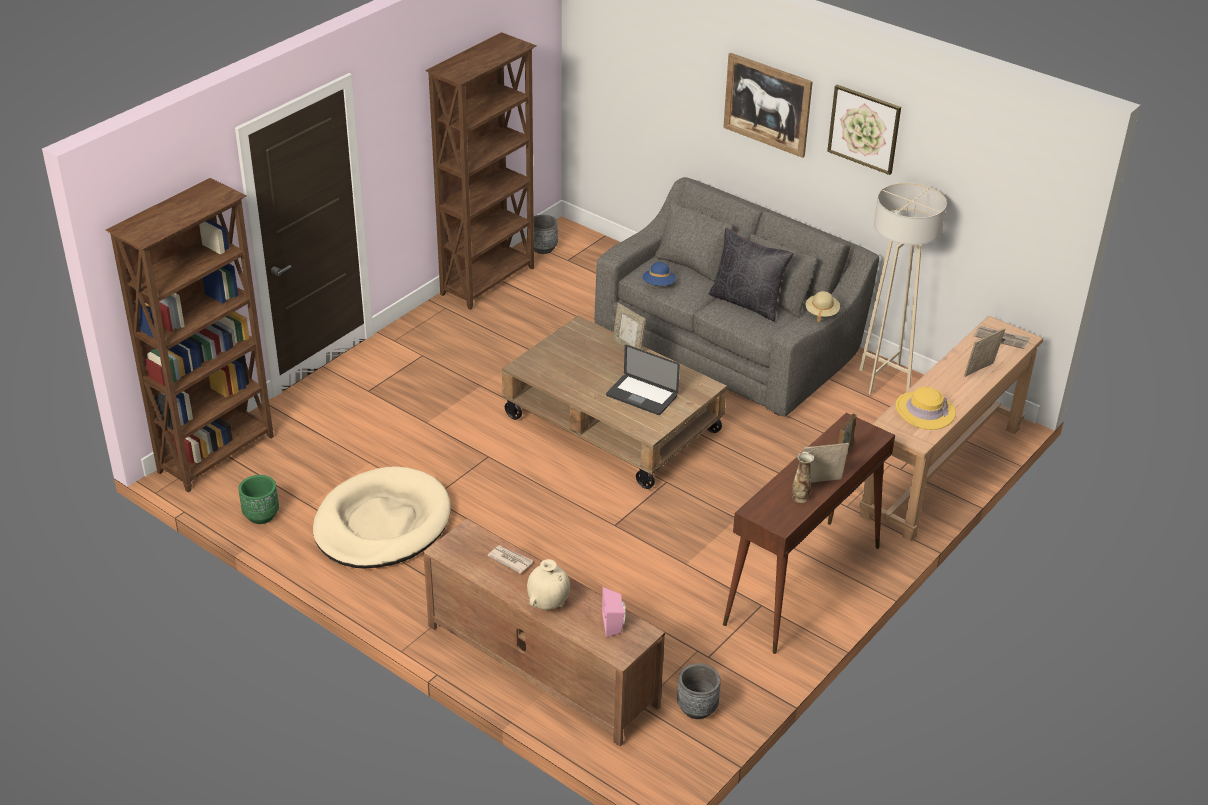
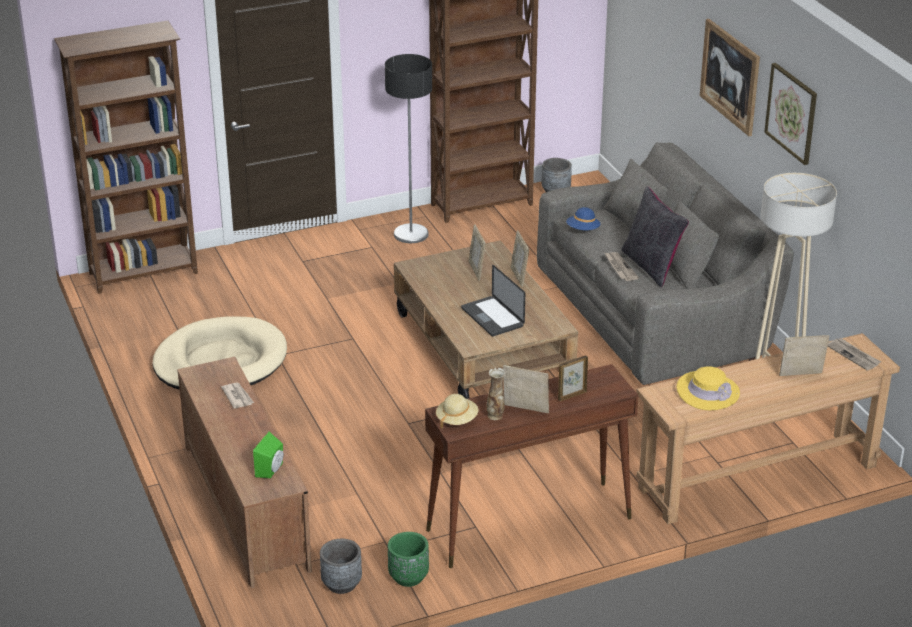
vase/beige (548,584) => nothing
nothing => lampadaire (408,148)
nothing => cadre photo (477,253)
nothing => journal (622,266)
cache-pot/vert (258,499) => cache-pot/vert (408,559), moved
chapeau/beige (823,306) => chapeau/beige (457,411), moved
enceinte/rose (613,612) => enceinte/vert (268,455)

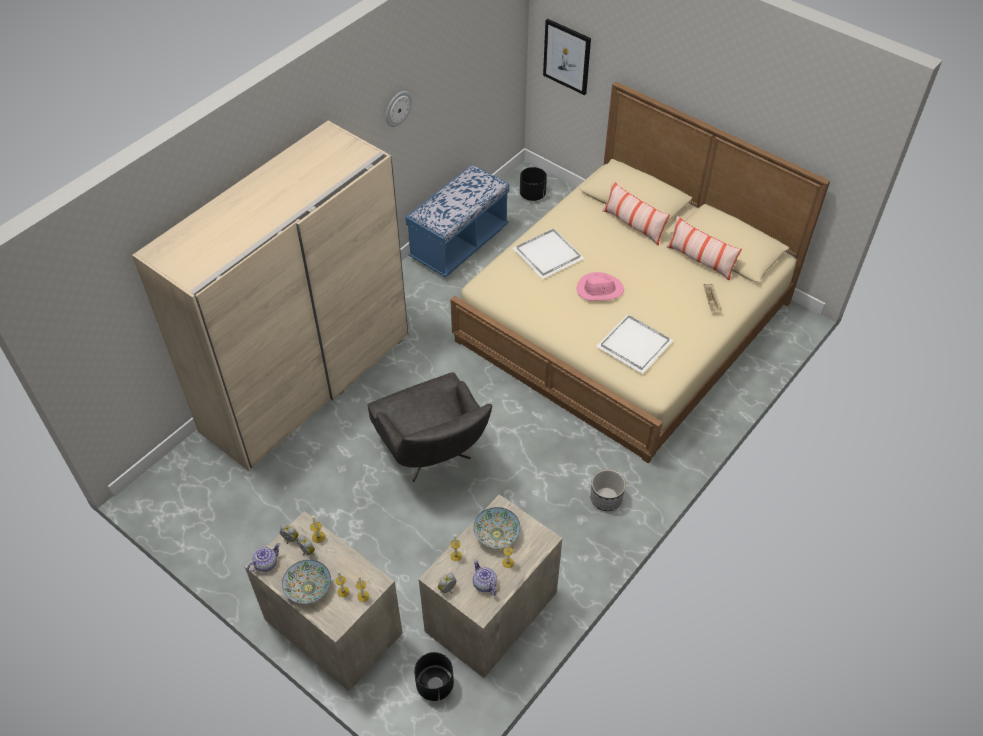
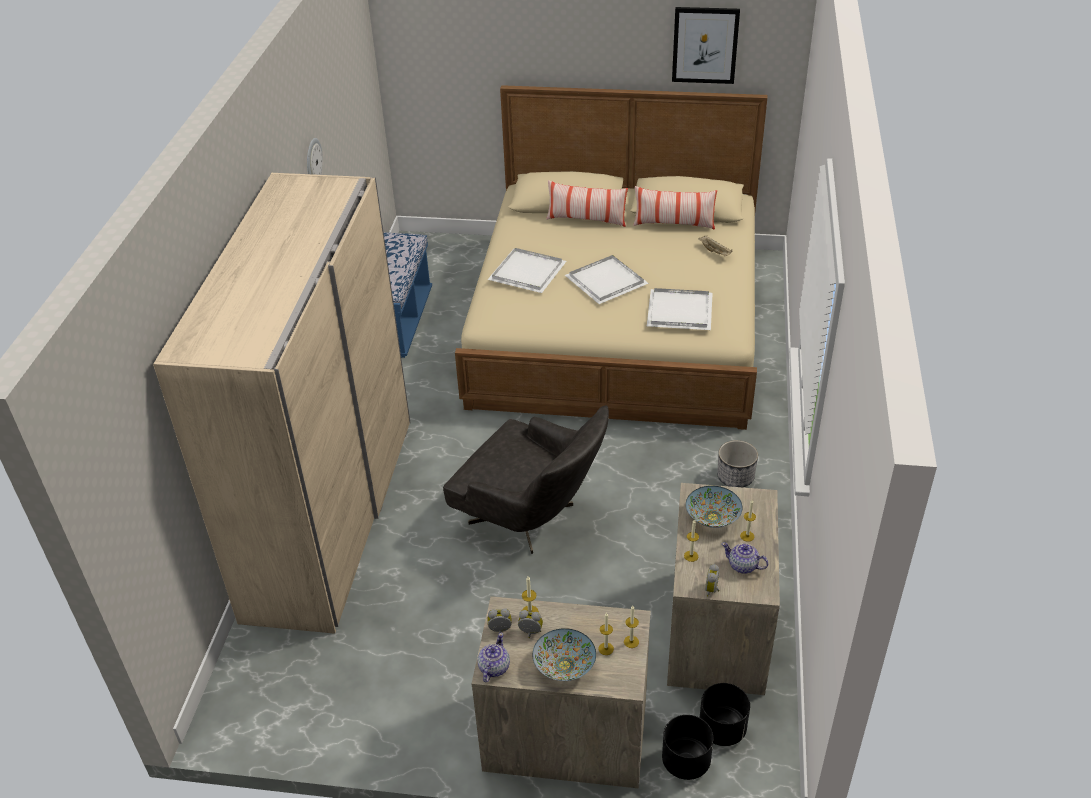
cache-pot/noir (533,184) => cache-pot/noir (688,747), moved
tableau (567,57) => tableau (706,45), moved
chapeau/rose (600,286) => plateau/blanc (607,279)

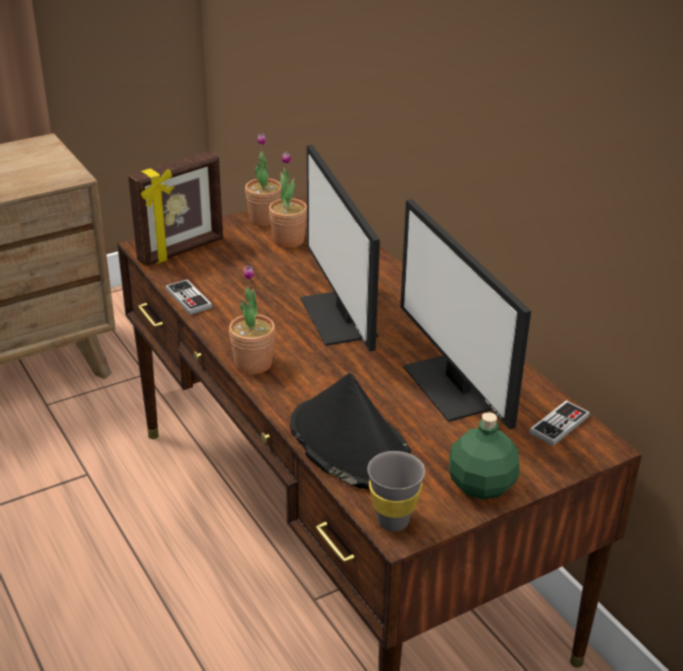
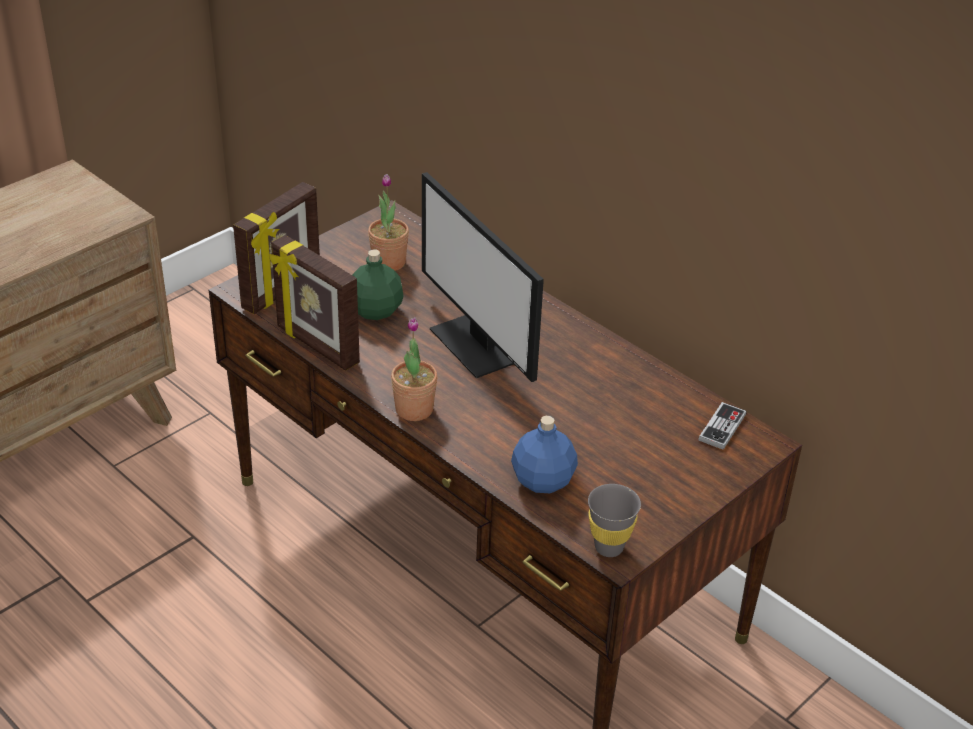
plante en pot (263,179) => nothing
écran d'ordinateur (465,314) => nothing
bouteille/vert (484,456) => bouteille/vert (378,284), moved
manette (189,297) => cadre photo (314,303)
chapeau/noir (350,431) => bouteille/bleu (544,454)

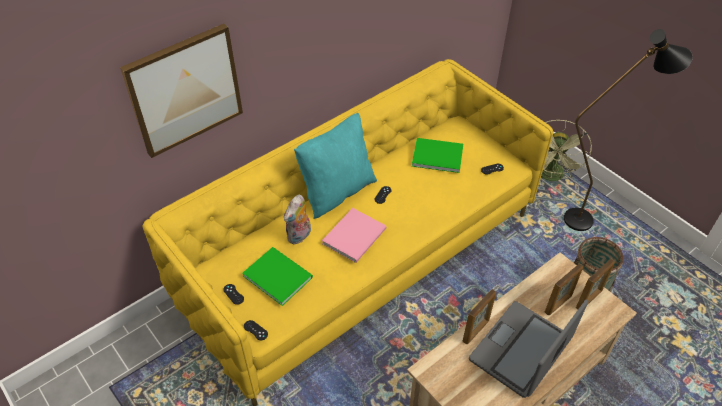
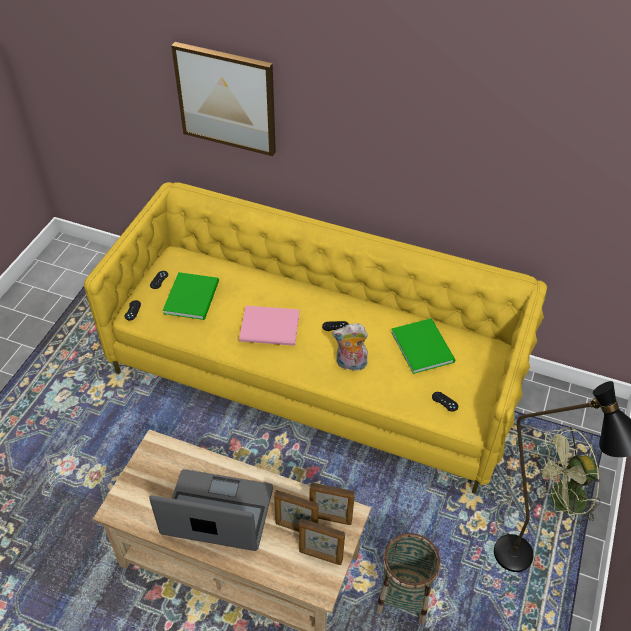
coussin/turquoise (335,166) => nothing
peluche (297,220) => peluche (350,347), moved
cadre photo (479,316) => cadre photo (332,503), moved

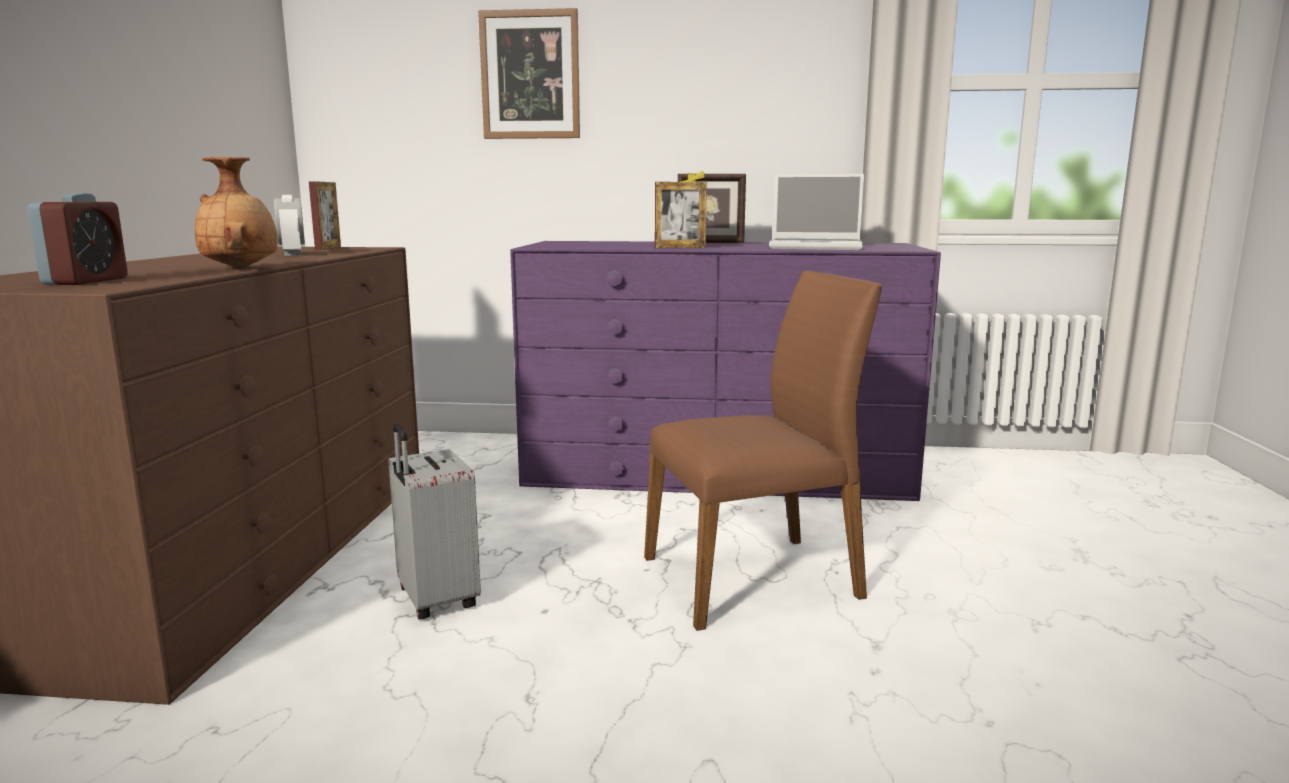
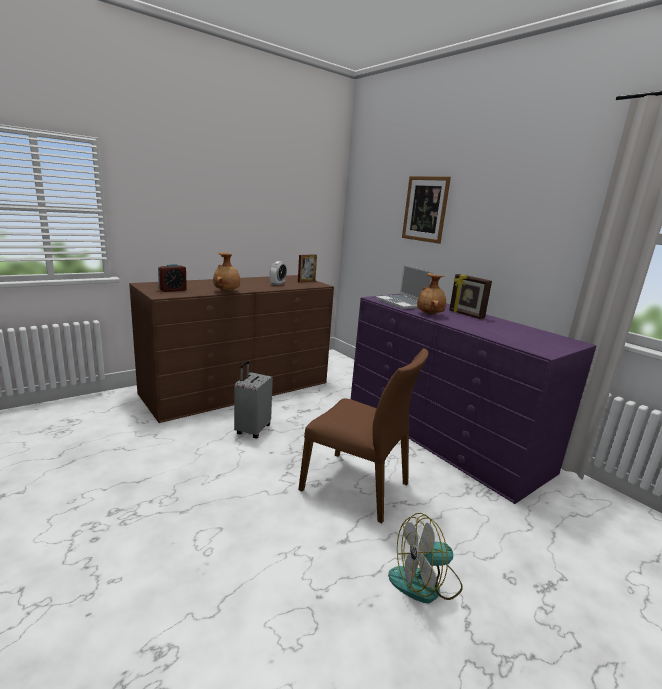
nothing => ventilateur (425,558)
ordinateur portable (816,212) => ordinateur portable (405,287), moved
cadre photo (681,215) => vase/marron (431,294)

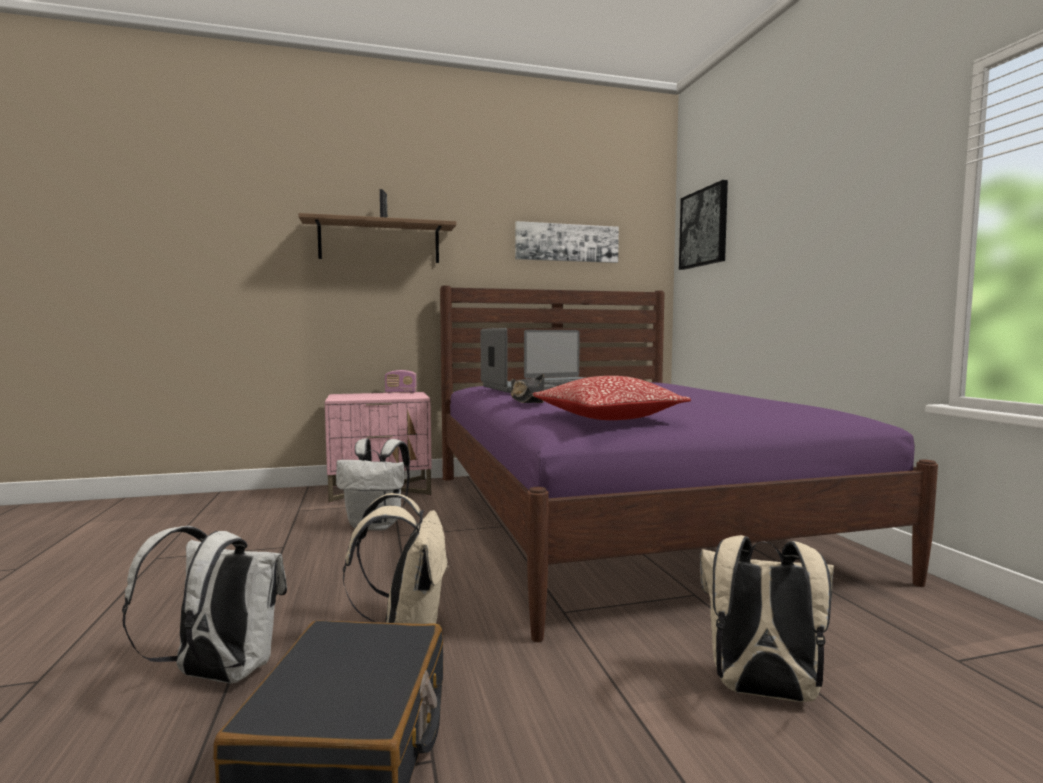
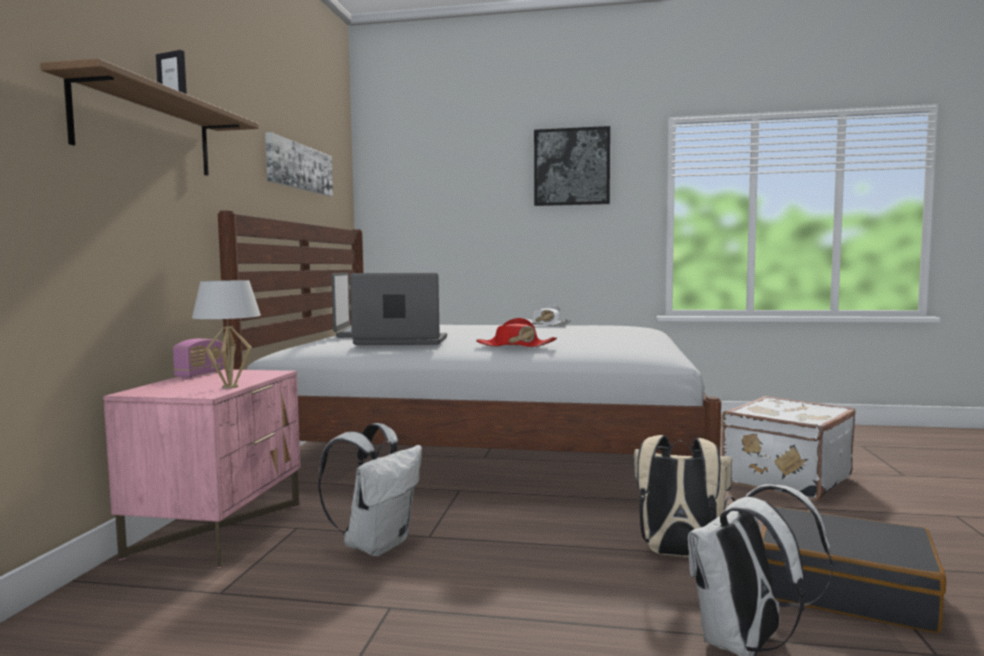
coussin (612,398) => nothing
nothing => lampe de table/blanc (226,334)
nothing => chapeau/blanc (549,315)
tableau (703,225) => tableau (572,166), moved
sac à dos/beige (767,618) => valise/blanc (788,448)
lit/violet (689,464) => lit/blanc (469,333)
chapeau/noir (527,388) => chapeau/rouge (516,332)

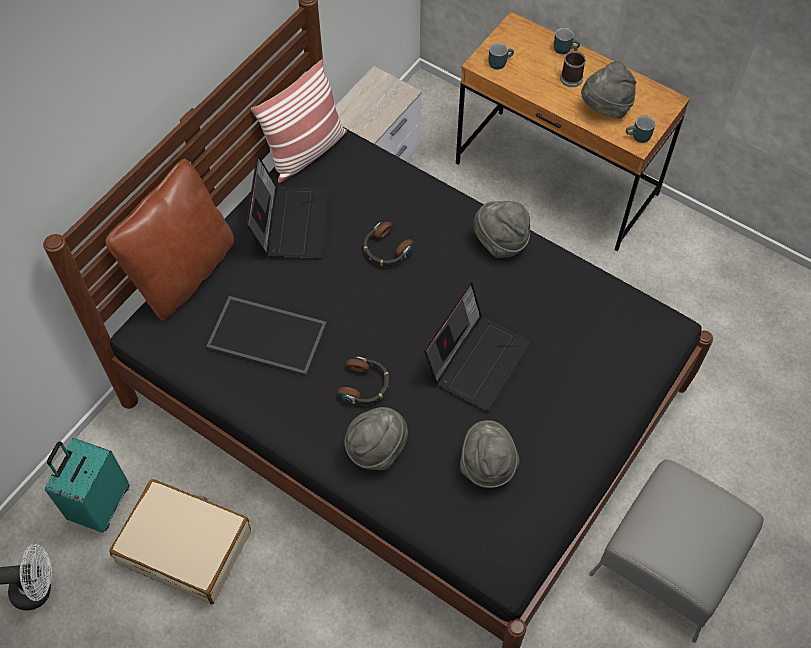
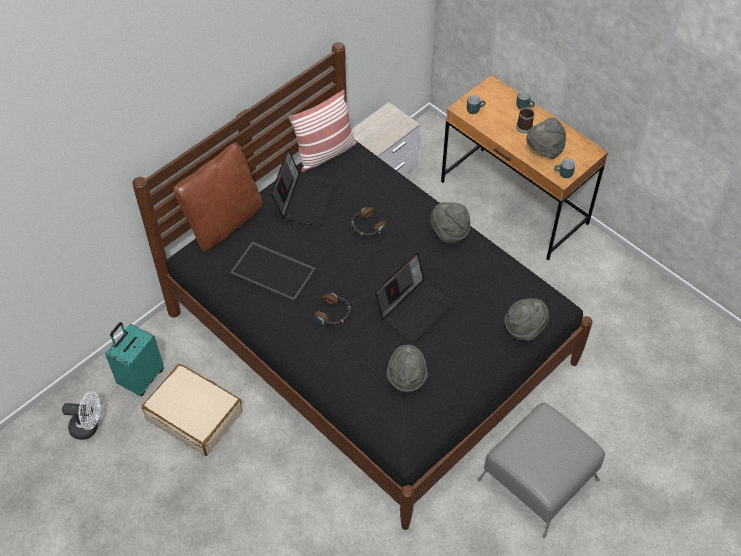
chapeau/gris (376,438) => chapeau/gris (527,319), moved

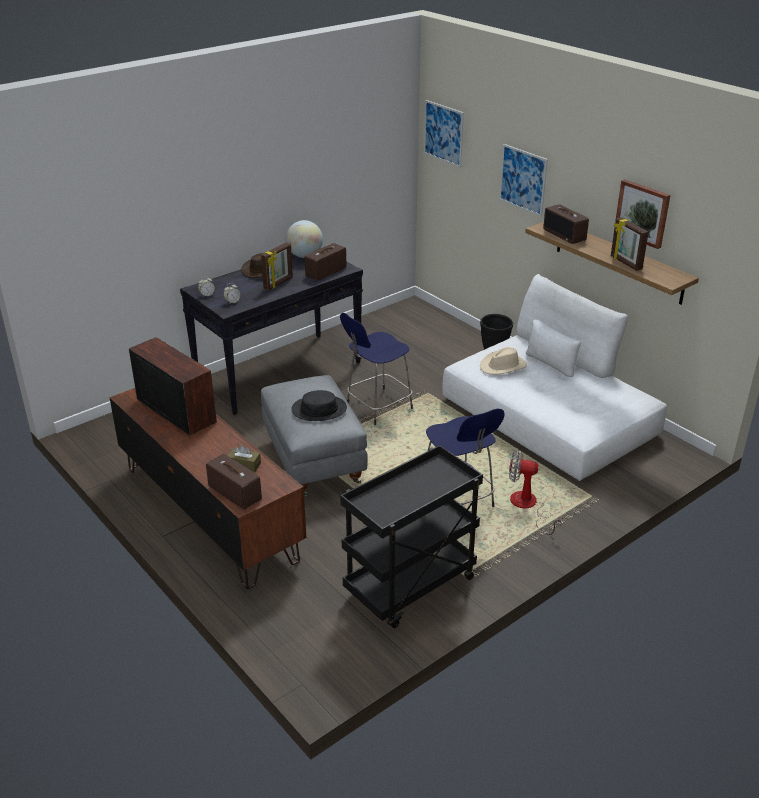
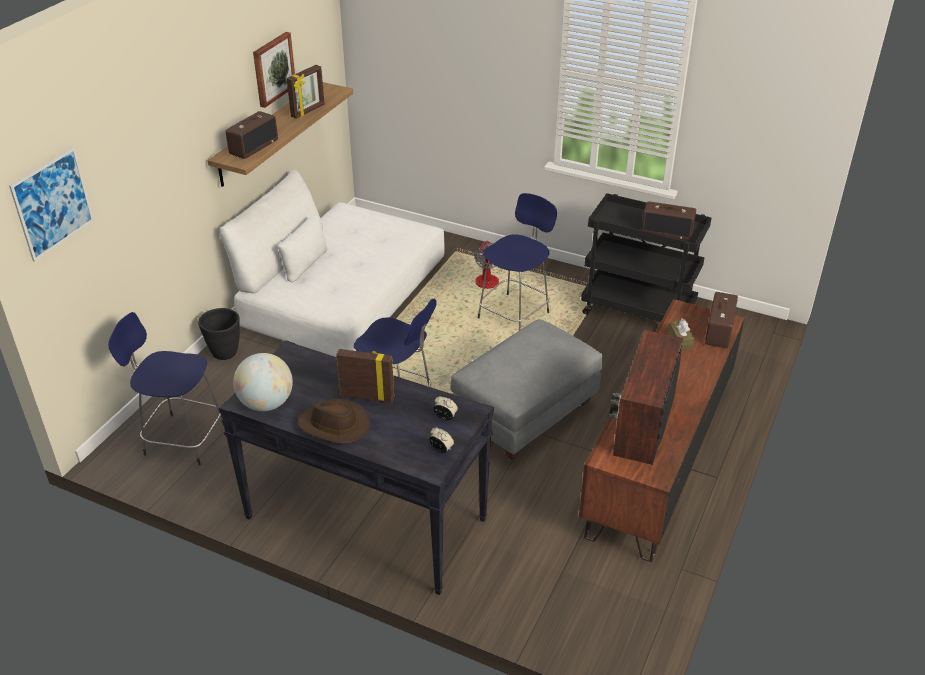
chapeau/noir (319,405) => nothing
chapeau/beige (503,361) => nothing
tableau (523,180) => nothing
nothing => tabouret/bleu (166,388)
radio (325,261) => radio (668,221), moved

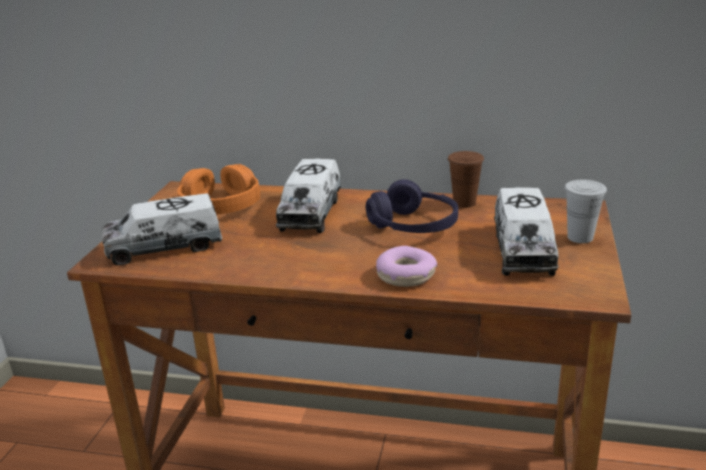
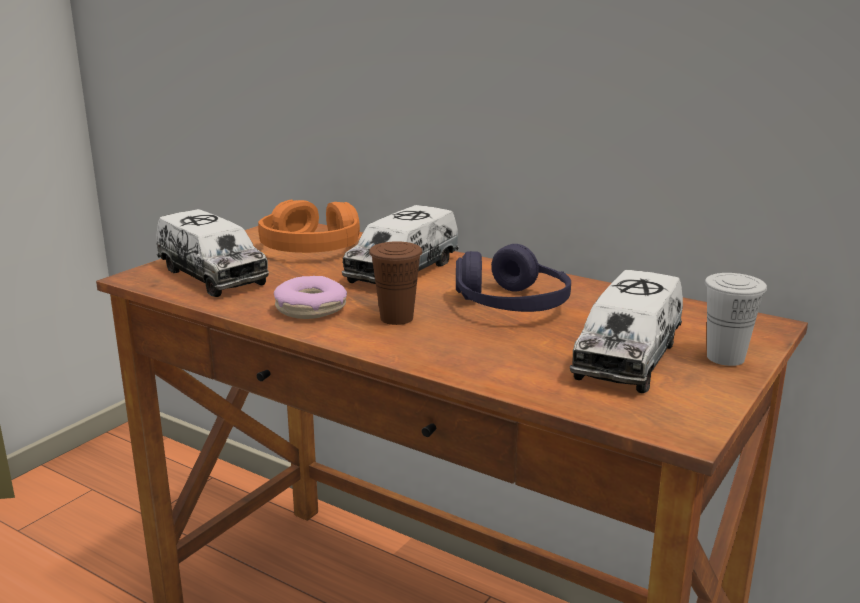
beignet (406,266) => beignet (310,297), moved
tasse/marron (466,179) => tasse/marron (395,283), moved
camion jouet (162,229) => camion jouet (212,253), 135 degrees counterclockwise

